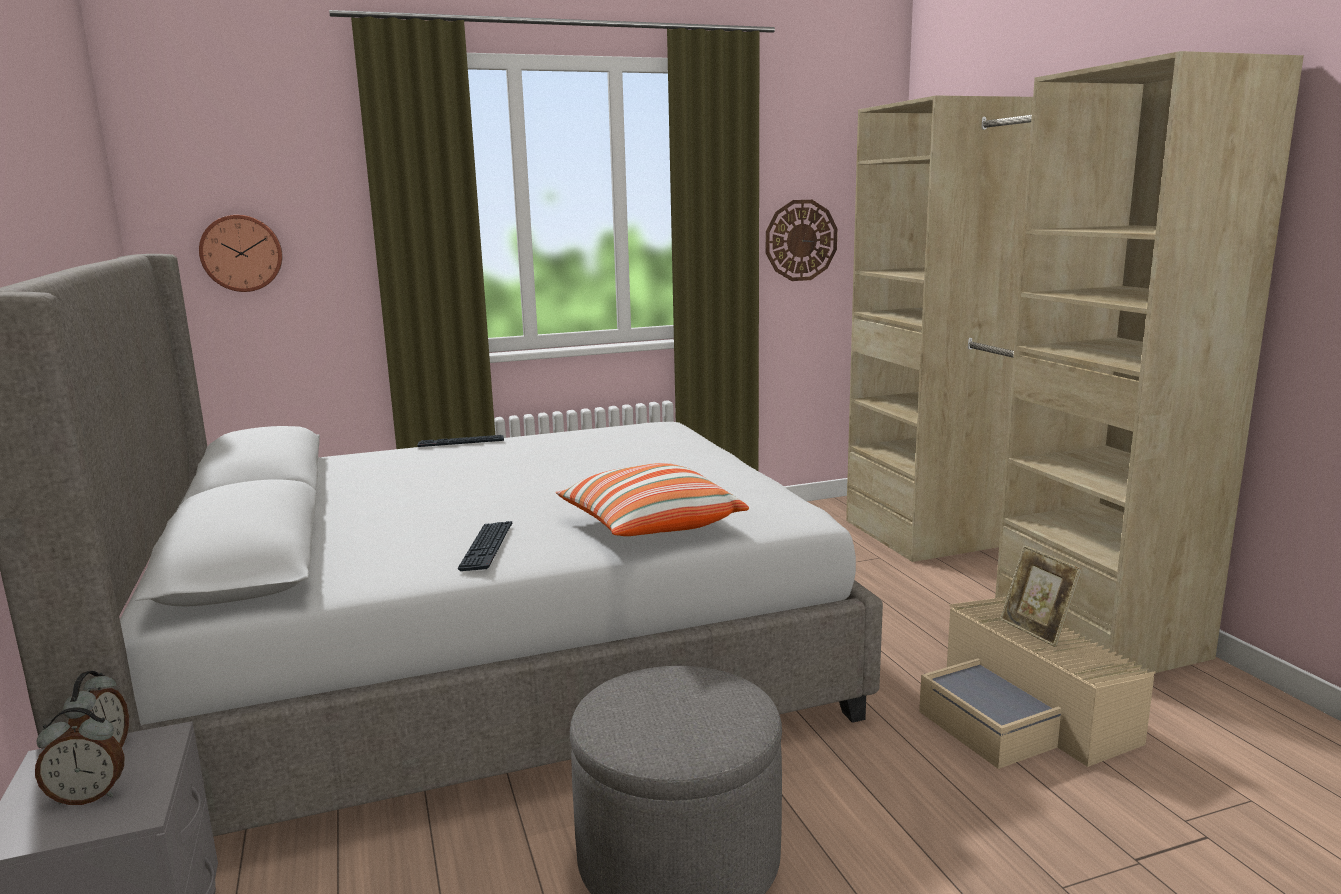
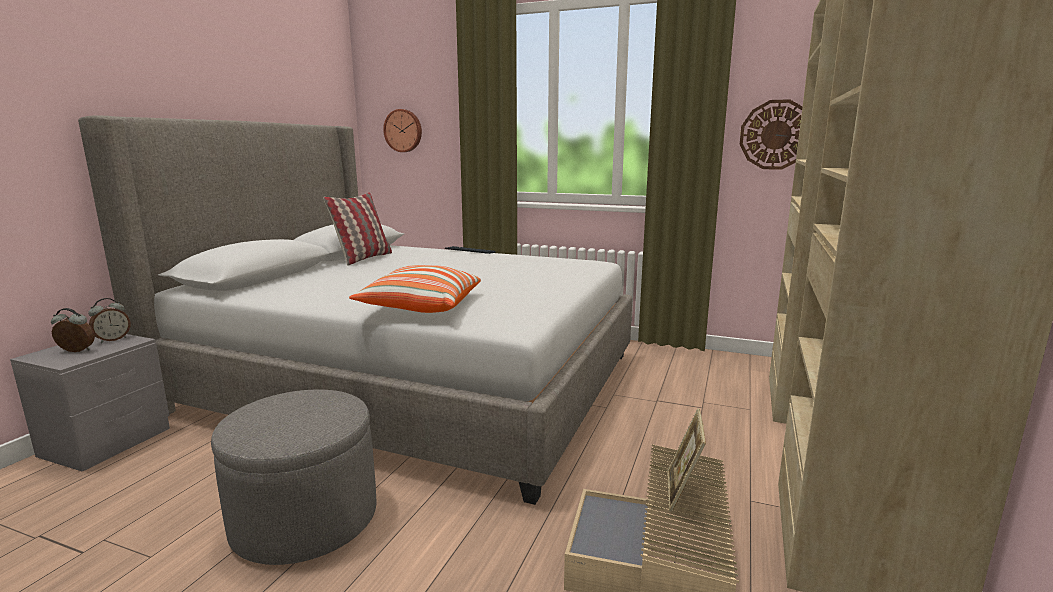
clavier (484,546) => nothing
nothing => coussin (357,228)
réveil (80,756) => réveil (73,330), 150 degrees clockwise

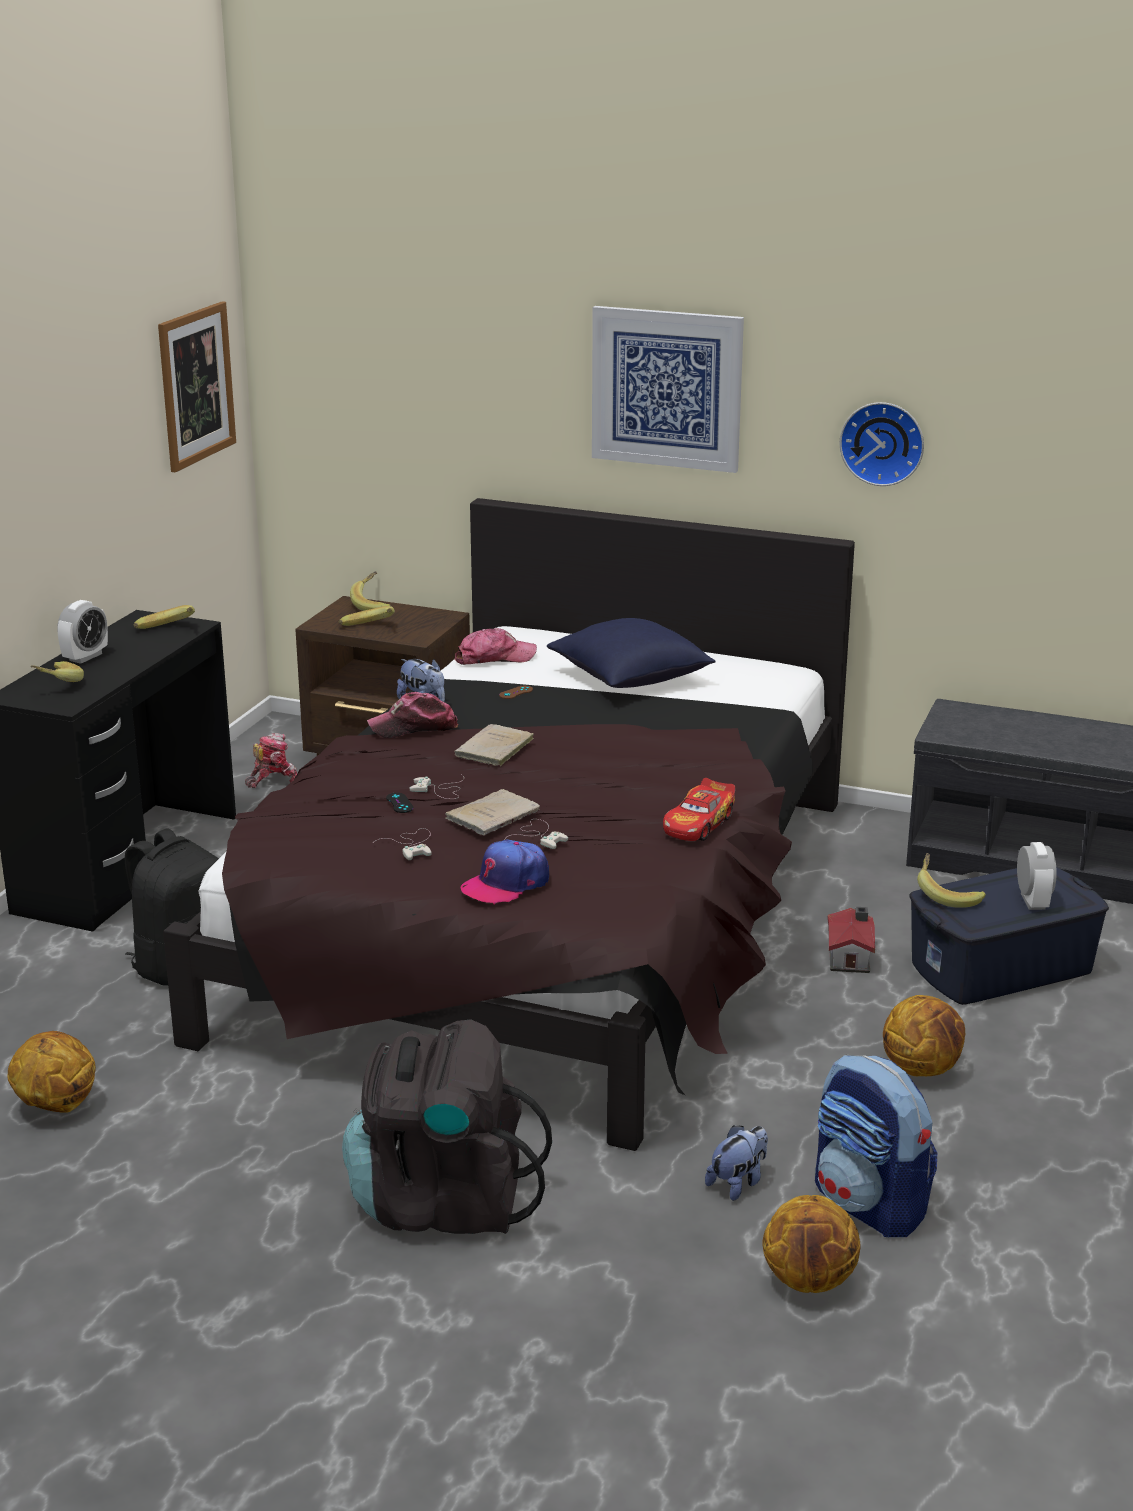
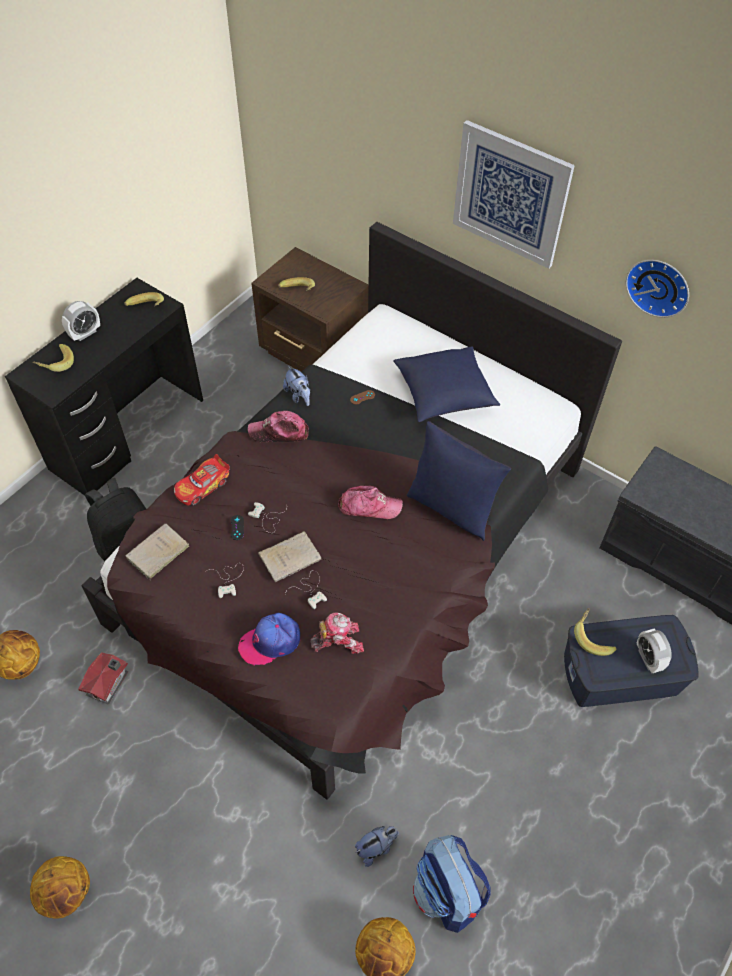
tableau (197,386) => nothing
sac à dos/noir (447,1127) => nothing
banane (370,591) => nothing
nothing => coussin/bleu (459,481)
robot jouet (271,760) => robot jouet (337,633), moved
livre/beige (494,745) => livre/beige (157,552), moved
casquette (496,646) => casquette (370,502), moved
petite voiture (699,809) => petite voiture (202,480), moved
maison miniature (851,940) => maison miniature (103,678), moved
ballon de basket (924,1035) => ballon de basket (60,887), moved
réveil (1037,876) => réveil (654,651), 150 degrees clockwise

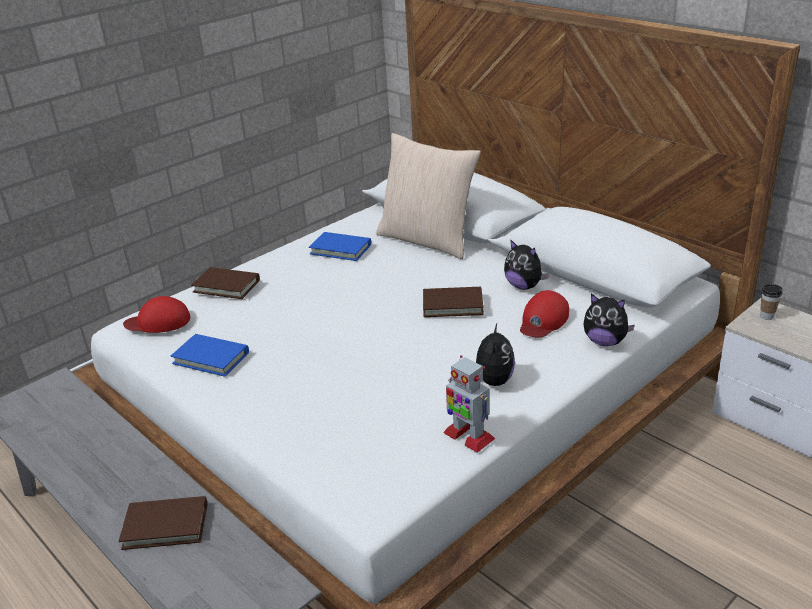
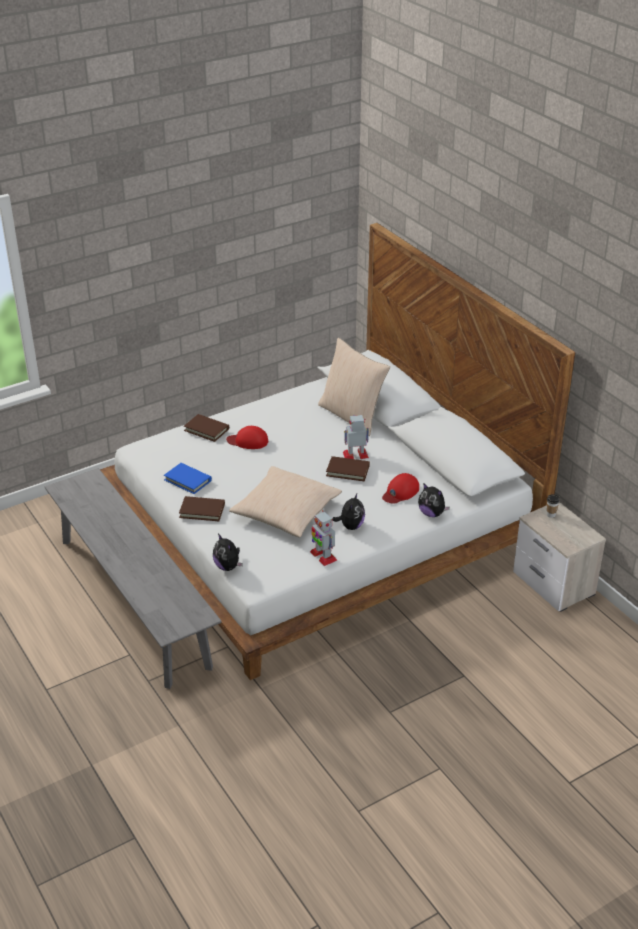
livre/bleu (340,246) => nothing
nothing => coussin/beige (285,502)
nothing => robot jouet (356,437)
livre/marron (163,523) => livre/marron (202,508), moved
casquette/rouge (156,314) => casquette/rouge (247,437), moved
peluche (526,264) => peluche (228,552), moved

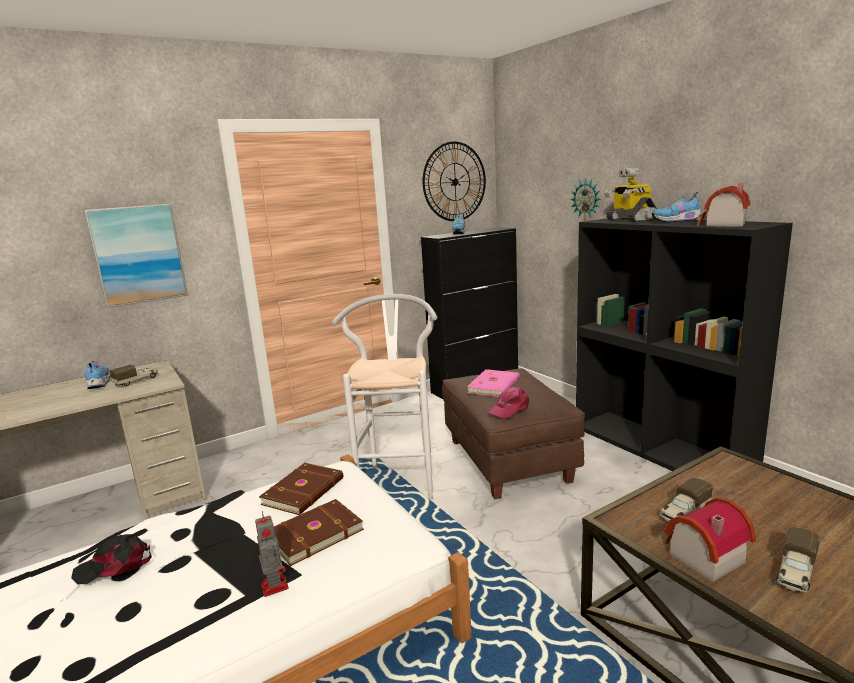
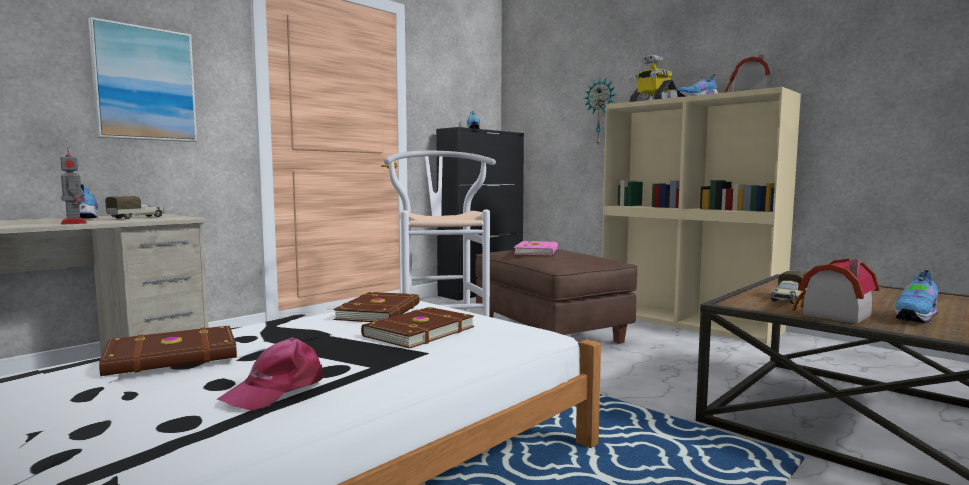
horloge murale (454,181) => nothing
robot jouet (272,554) => robot jouet (73,186), moved
casquette/rose (508,402) => casquette/rose (270,374), moved
casquette/noir (111,559) => livre/marron (168,351)
camion jouet (798,560) => chaussure (916,296)
bibliothèque/noir (684,344) => bibliothèque/beige (701,215)

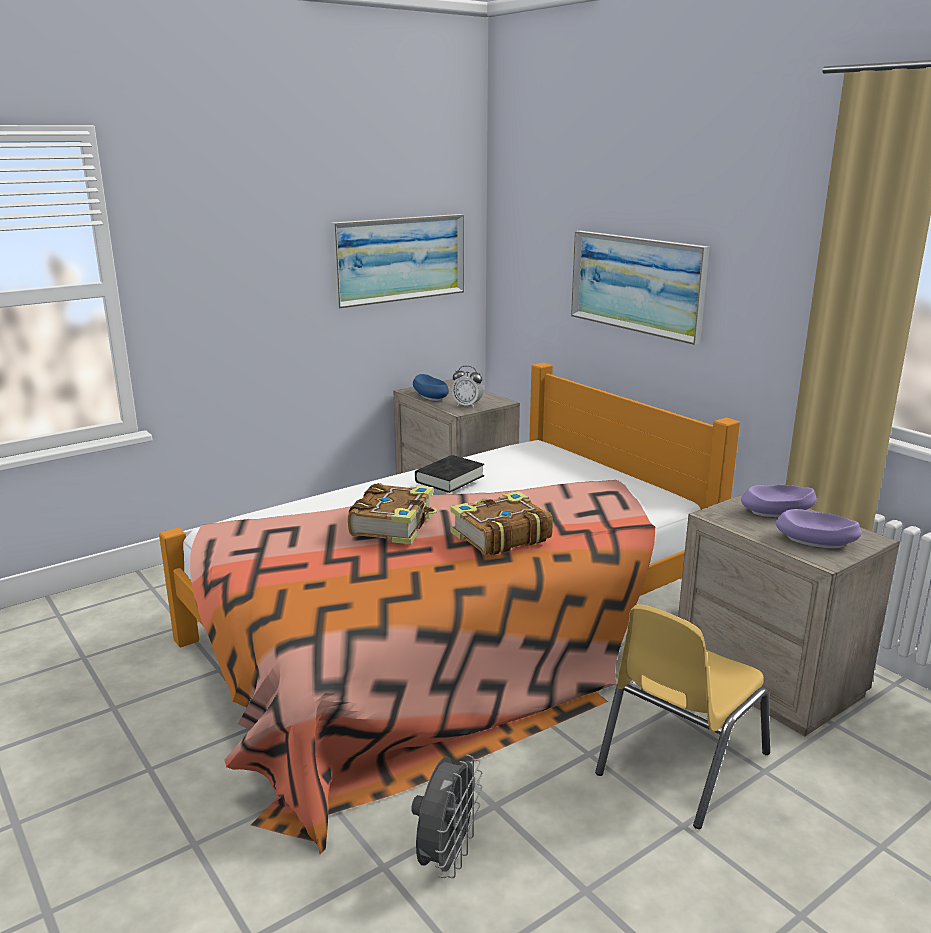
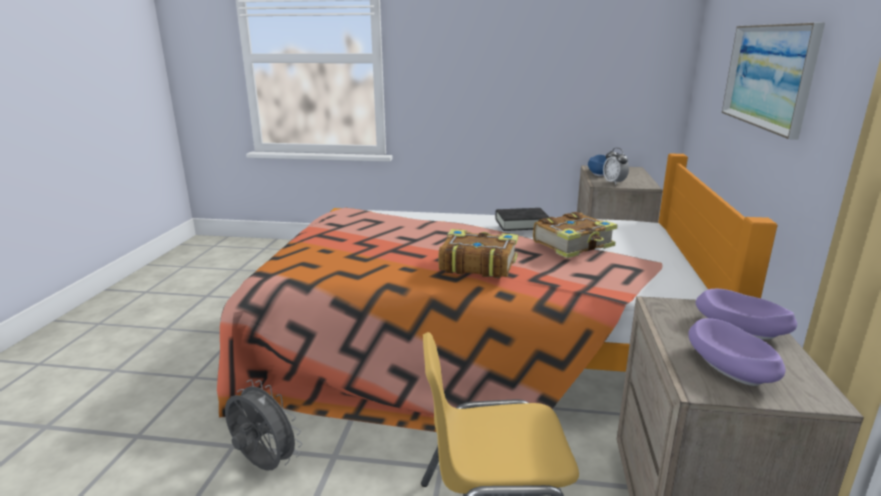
tableau (397,261) => nothing
livre (392,513) => livre (575,235), moved
ventilateur/gris (447,816) => ventilateur/gris (263,425), 120 degrees counterclockwise

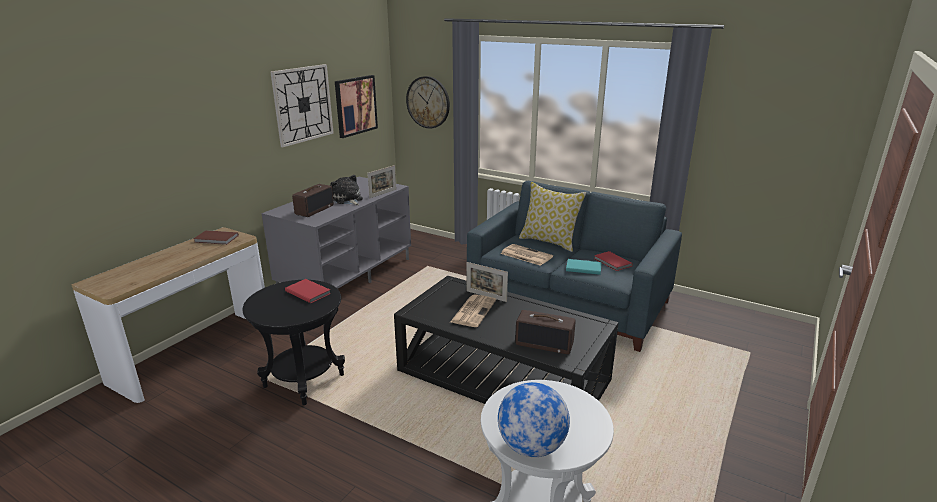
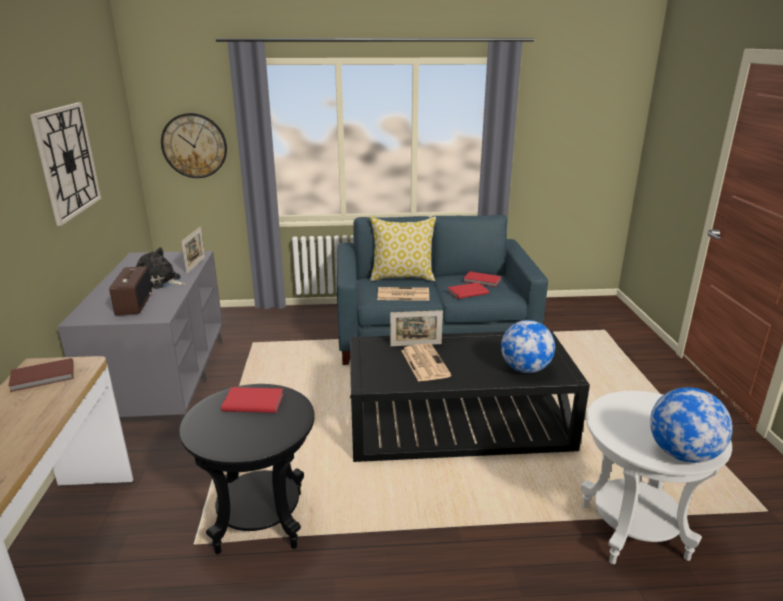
tableau (356,106) => nothing
radio (545,332) => globe (528,346)
livre/turquoise (584,267) => livre/rouge (468,290)

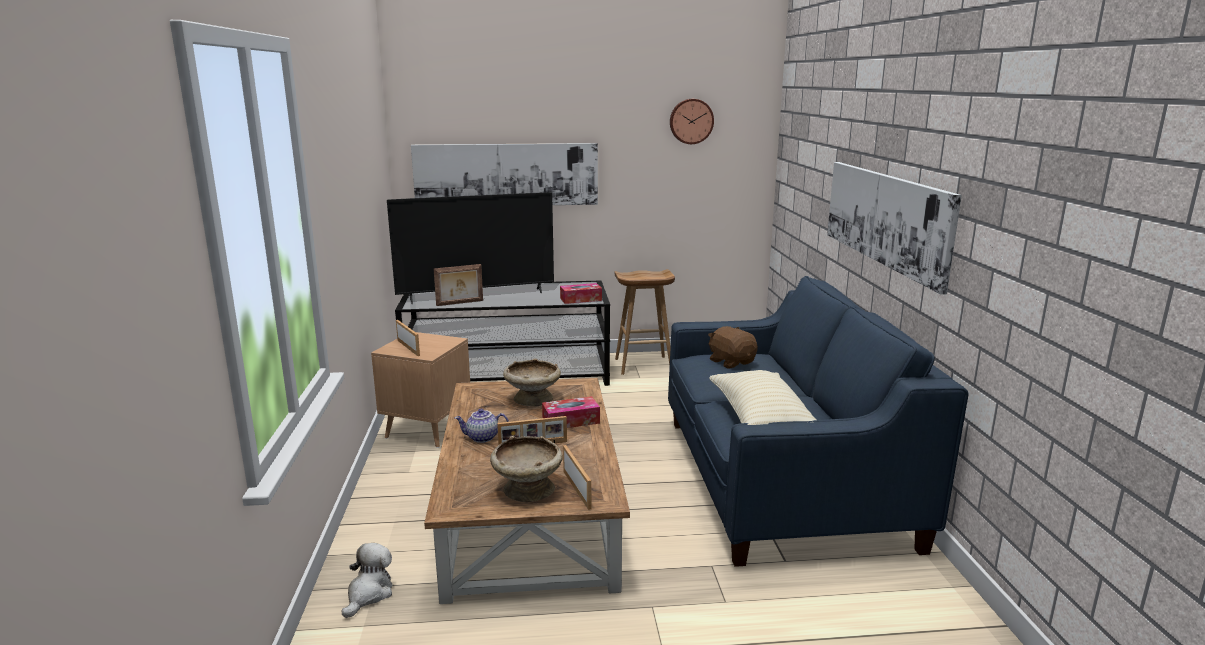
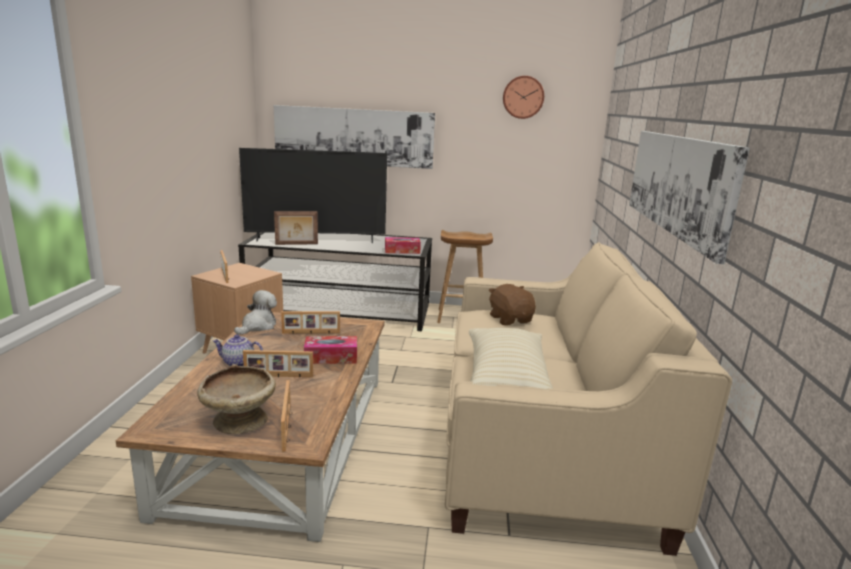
peluche (367,580) => peluche (255,312), moved
bol/beige (532,382) => cadre photo (310,322)
canapé/bleu (818,421) => canapé/beige (588,399)

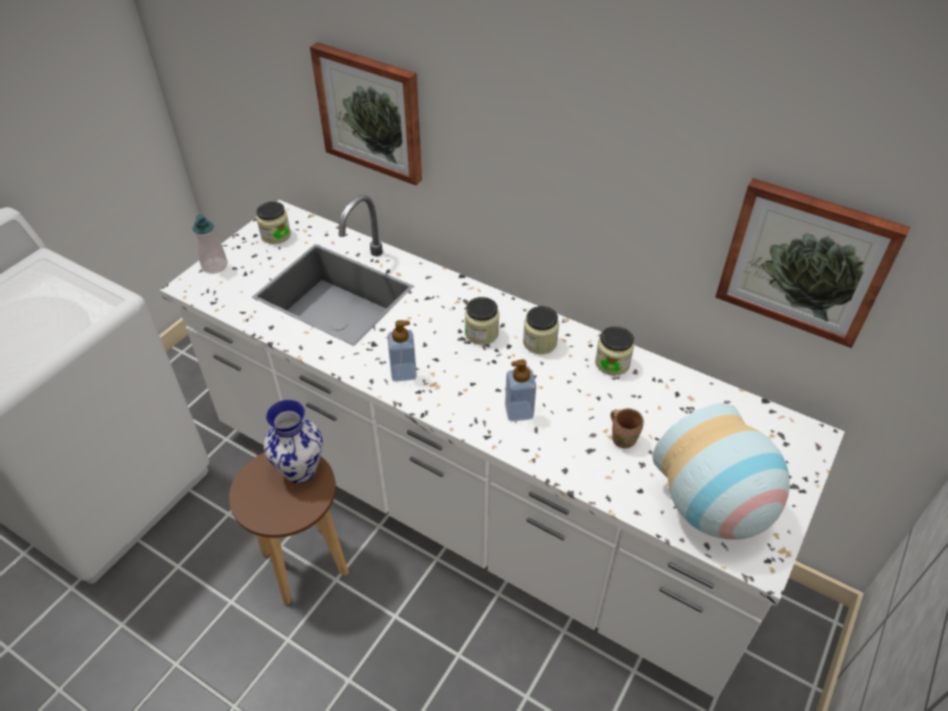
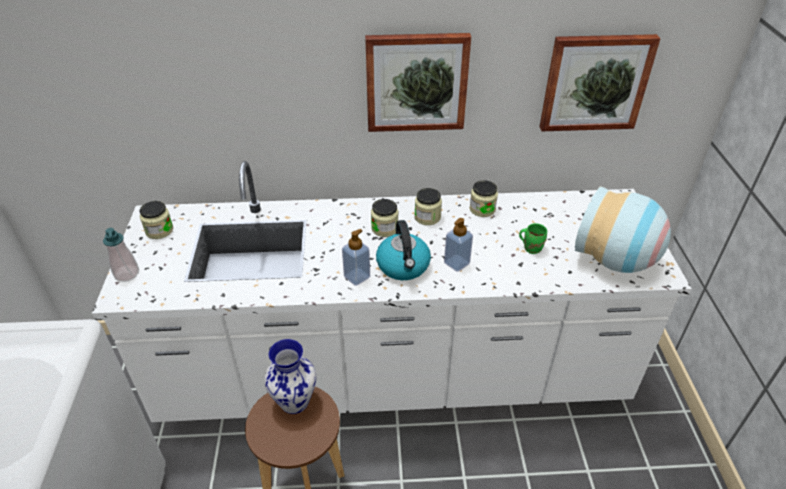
nothing => bouilloire (403,250)
tableau (366,114) => tableau (418,82), moved
mug/marron (627,428) => mug/vert (533,238)

